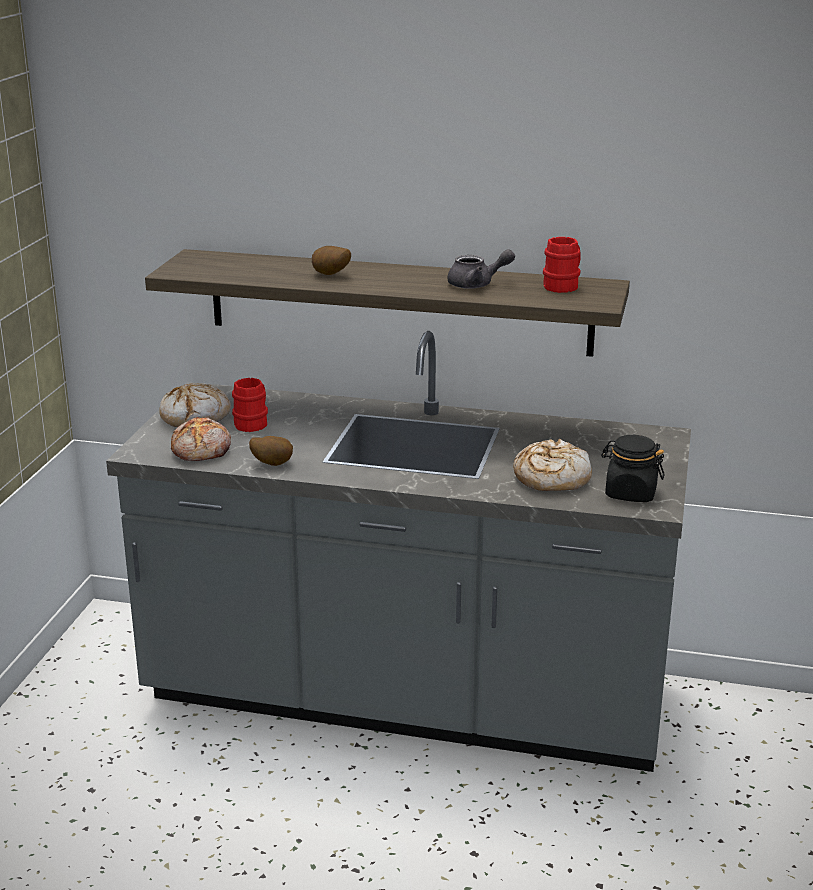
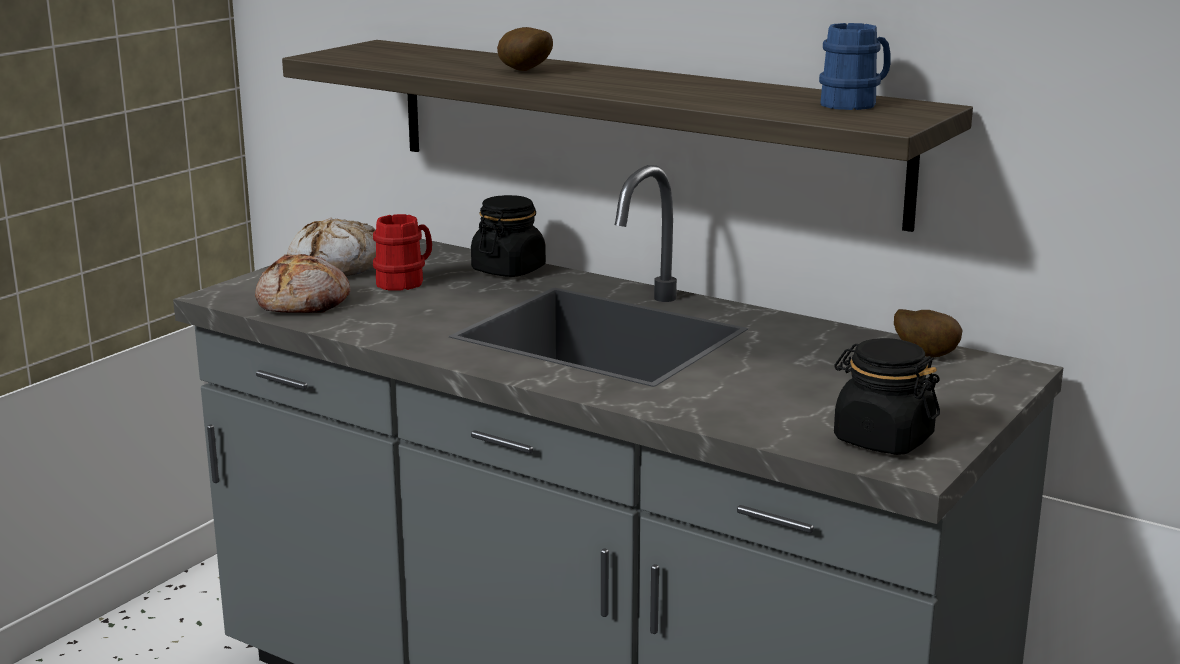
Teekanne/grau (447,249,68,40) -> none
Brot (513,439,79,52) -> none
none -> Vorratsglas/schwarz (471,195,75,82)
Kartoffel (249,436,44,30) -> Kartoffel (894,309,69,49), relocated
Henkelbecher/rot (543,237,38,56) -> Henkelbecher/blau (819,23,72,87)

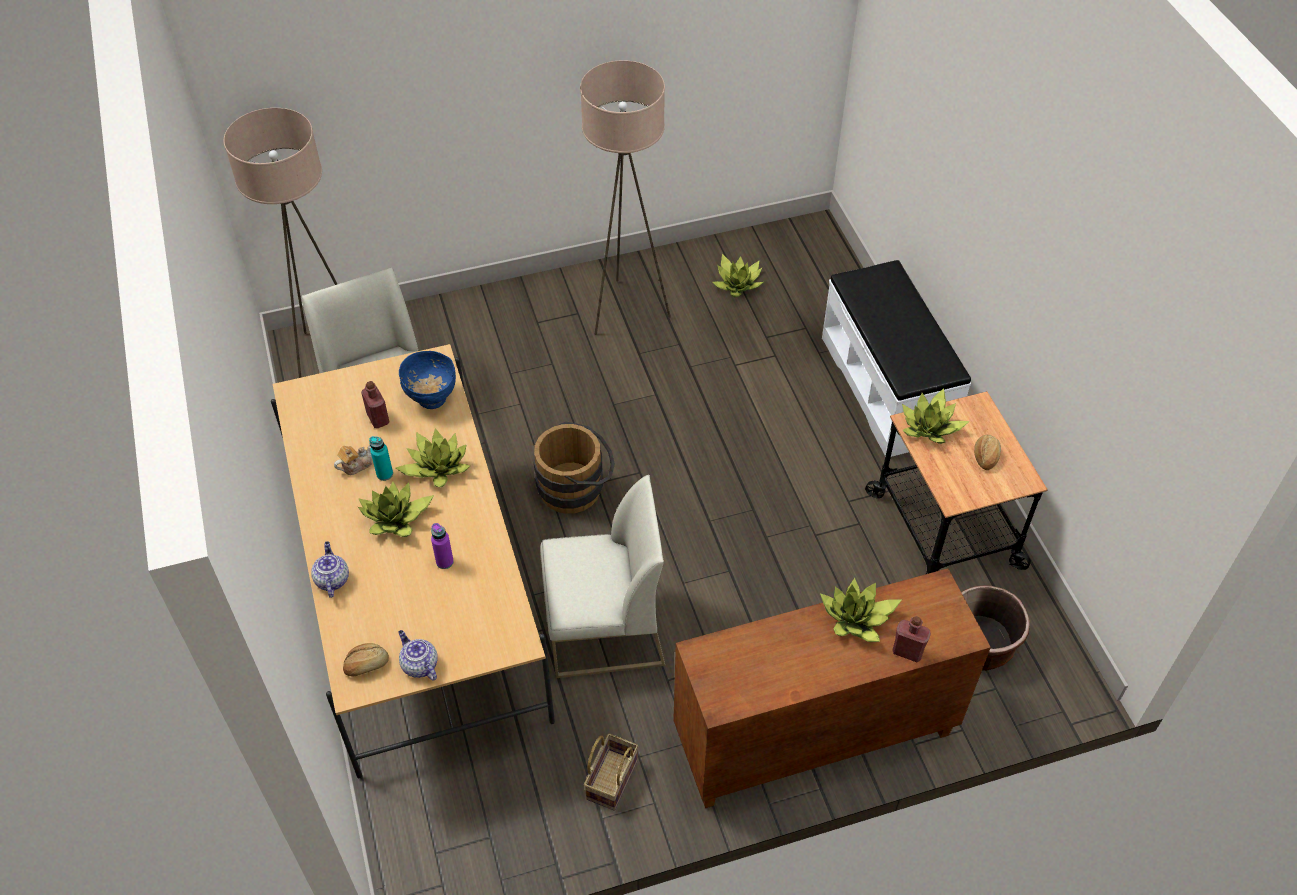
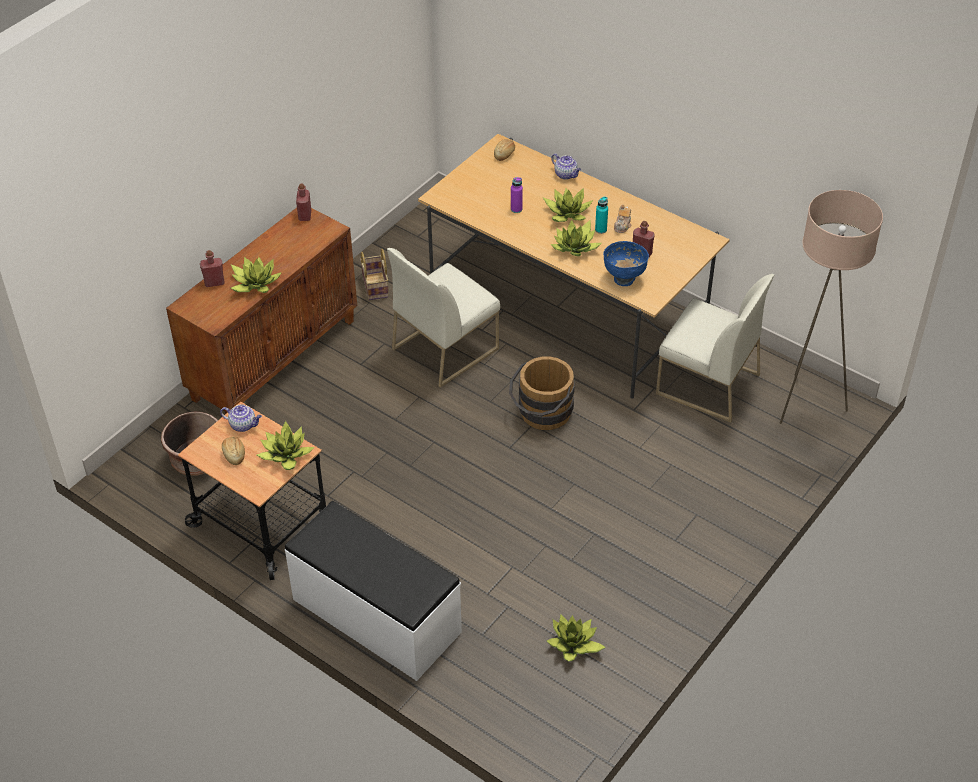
Stehlampe/beige (580,60,91,275) -> none
none -> Flasche/rot (296,184,15,37)
Teekanne (398,630,40,51) -> Teekanne (220,404,42,28), relocated

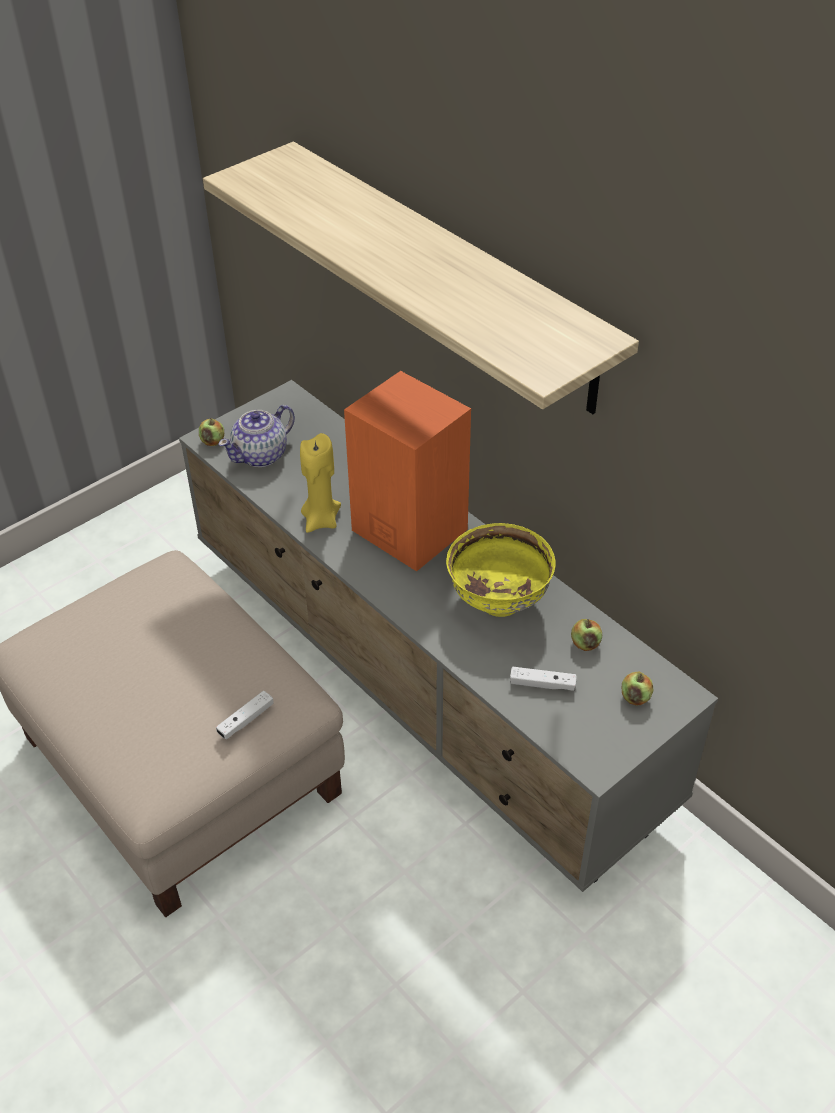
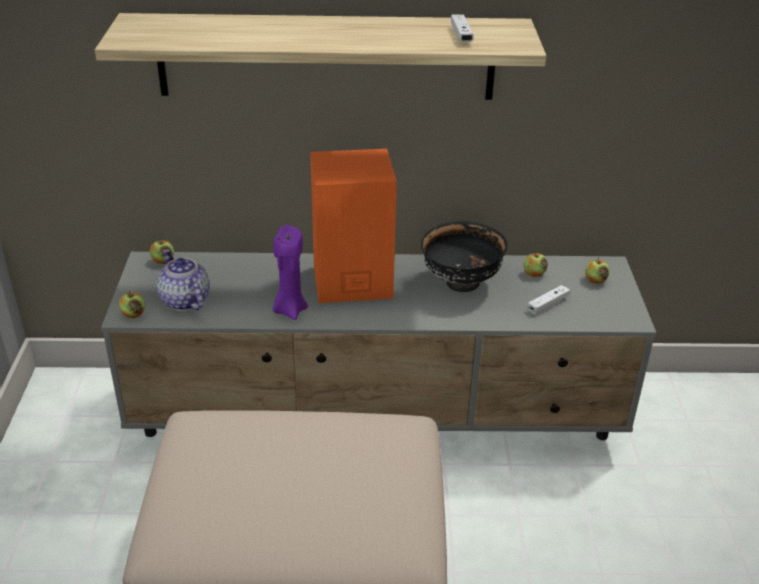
none -> Apfel (150,238,24,26)
Gamepad/weiß (216,691,58,48) -> Gamepad/weiß (451,14,23,28), relocated
Kerze/gelb (300,433,41,100) -> Kerze/lila (273,225,35,95)
Schüssel/gelb (446,523,110,94) -> Schüssel/schwarz (421,221,87,71)
Teekanne (219,405,76,62) -> Teekanne (156,249,54,62), 150 degrees clockwise

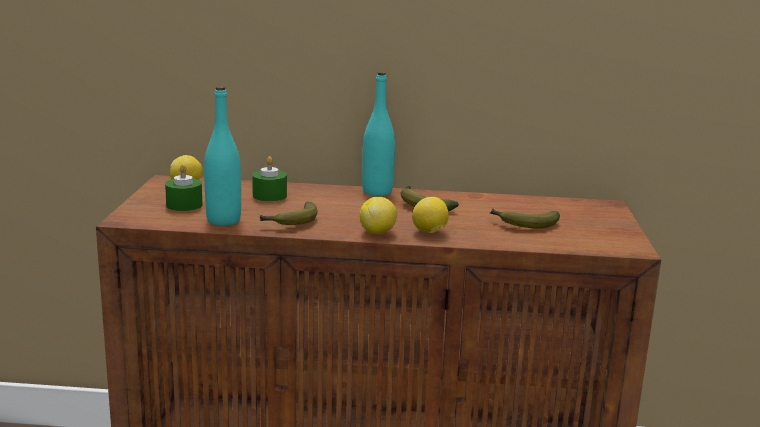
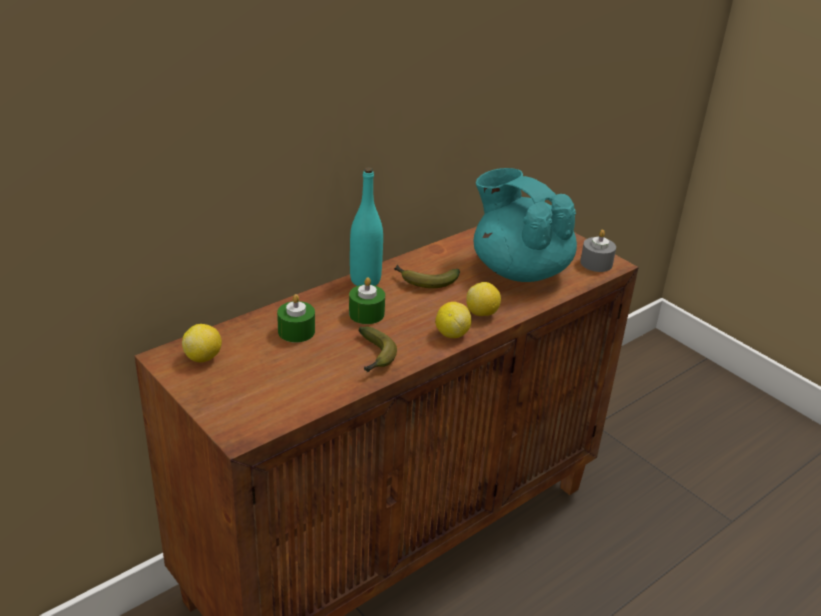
Flasche/türkis (204,86,37,140) -> none
none -> Kerze/grau (580,230,36,42)
Kerze/grün (165,164,38,47) -> Kerze/grün (349,277,36,47), relocated
Banane (490,209,70,19) -> Teekanne/türkis (474,168,103,114)

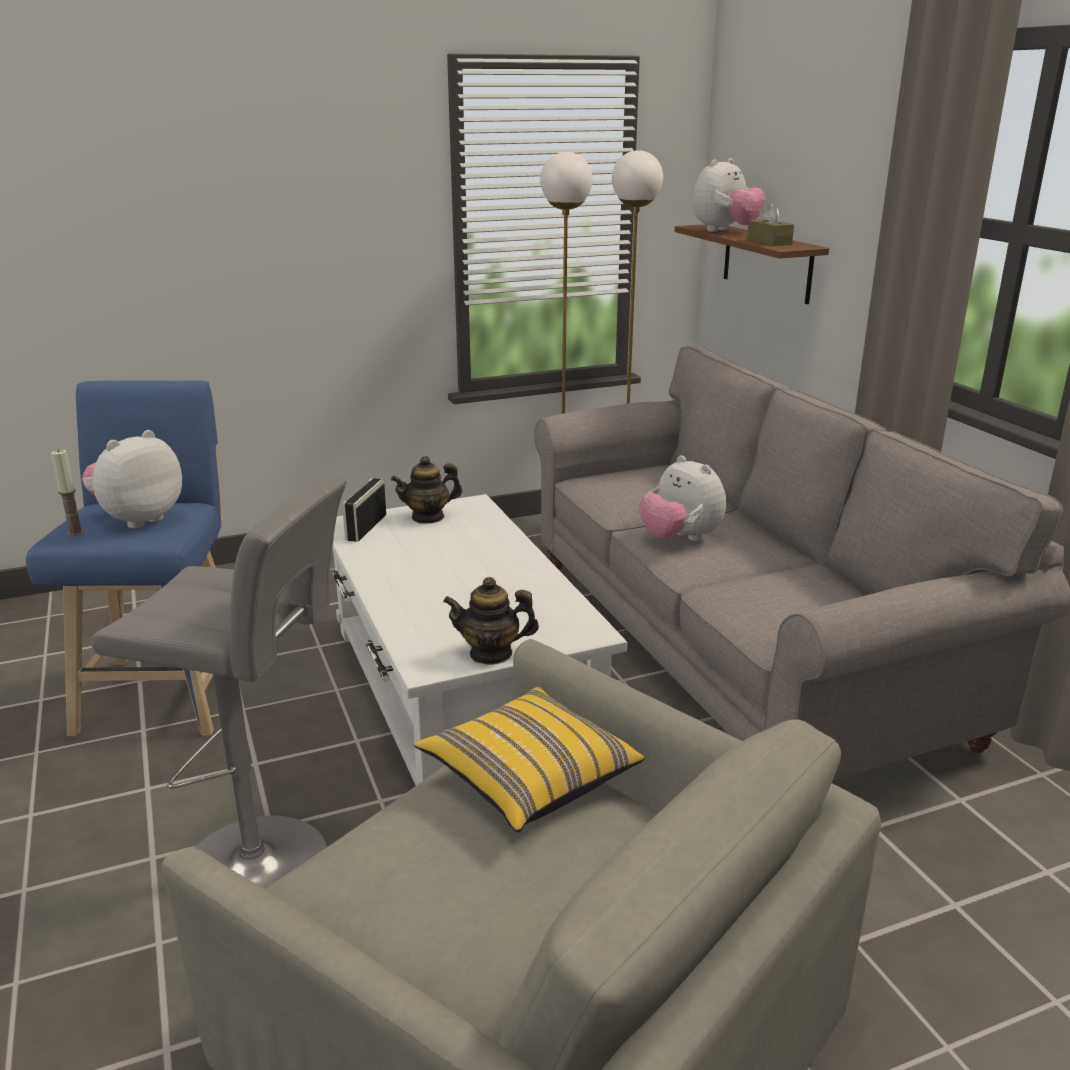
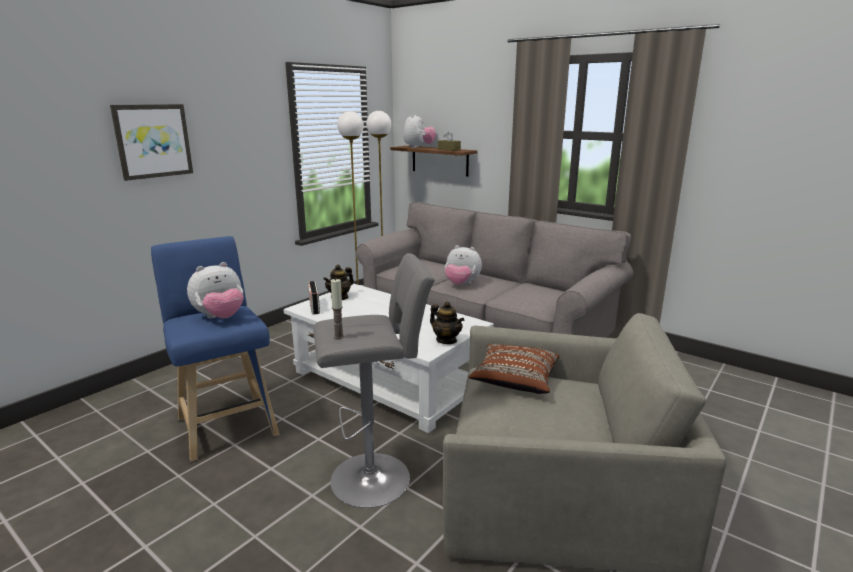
none -> Bild (110,104,83,77)
Kerze (51,449,33,87) -> Kerze (331,278,13,61), relocated
Kissen/gelb (414,687,231,145) -> Kissen/braun (468,344,91,50)
Plüschtier (82,430,100,99) -> Plüschtier (187,262,56,56), 135 degrees counterclockwise
Teekanne (443,577,96,88) -> Teekanne (430,302,34,42), 105 degrees counterclockwise

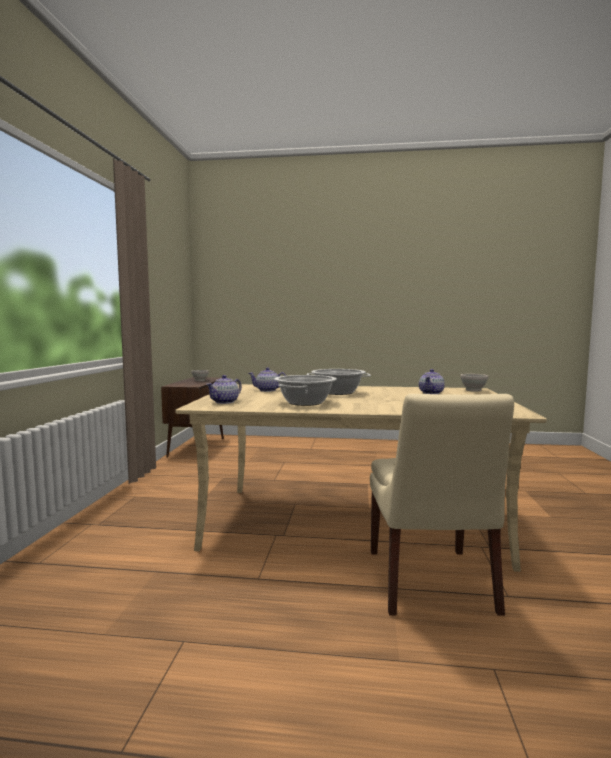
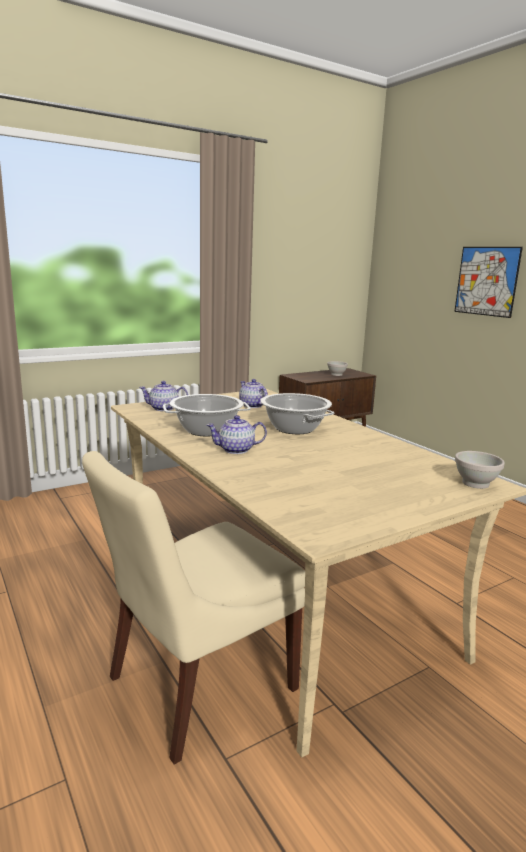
none -> Bild (454,247,69,71)
Teekanne (419,369,26,25) -> Teekanne (206,415,61,39), relocated

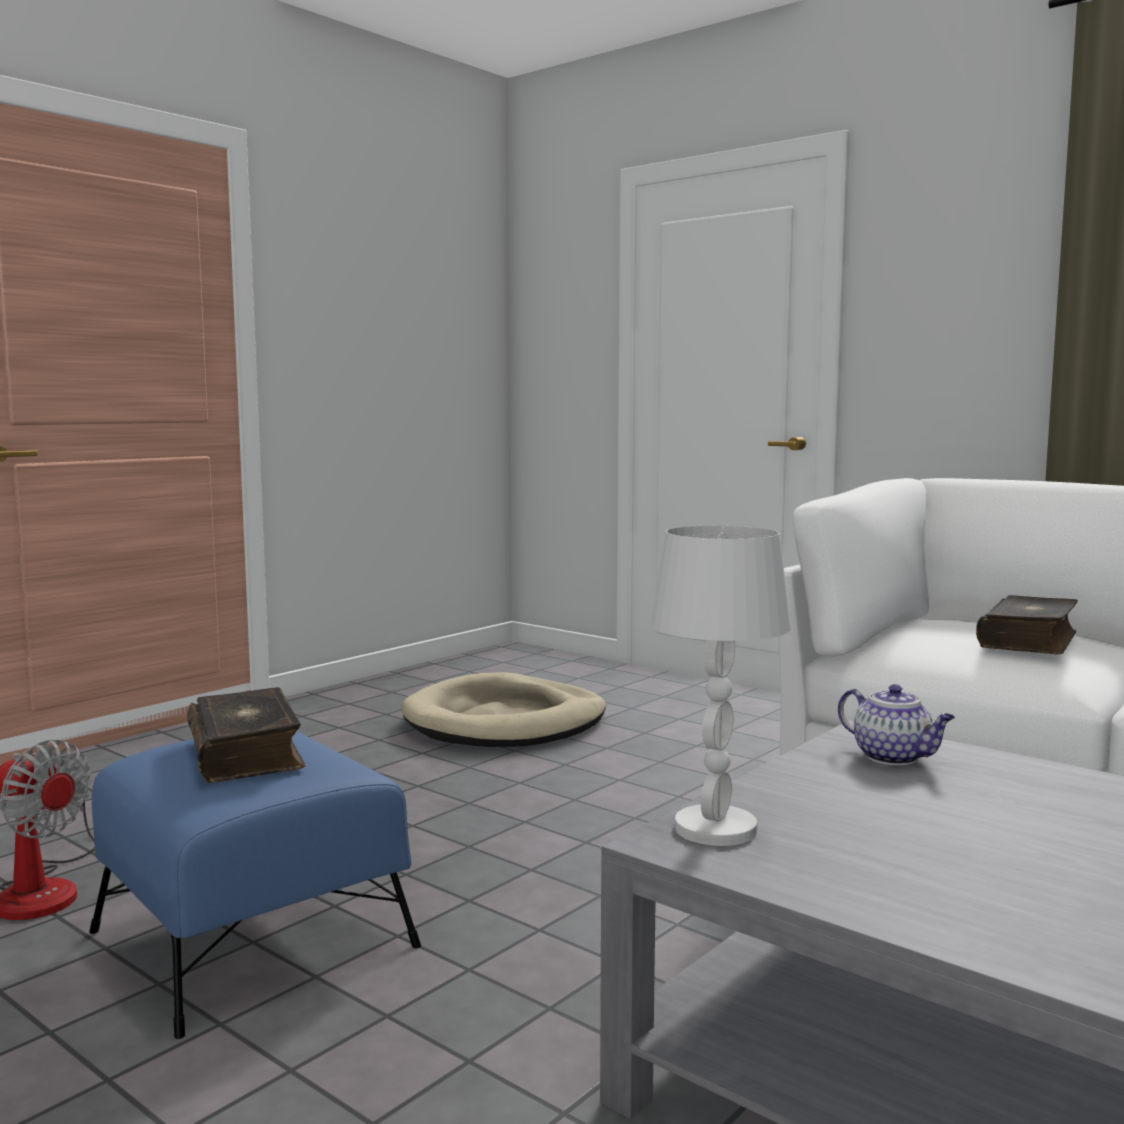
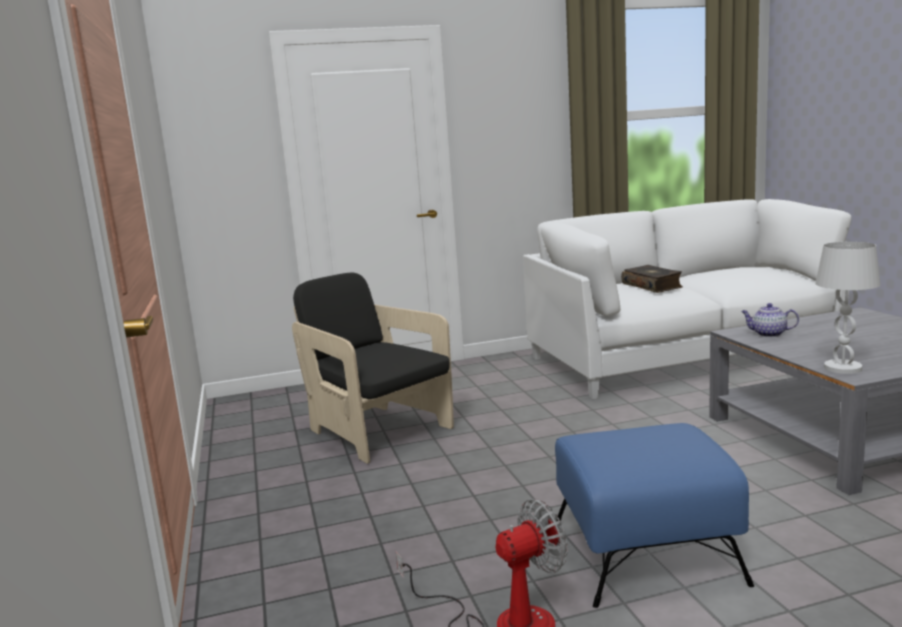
Buch (187,687,119,96) -> none
Hundebett/beige (401,672,205,75) -> Sessel/schwarz (292,273,162,191)
Teekanne (838,684,117,81) -> Teekanne (741,303,58,34), 150 degrees counterclockwise

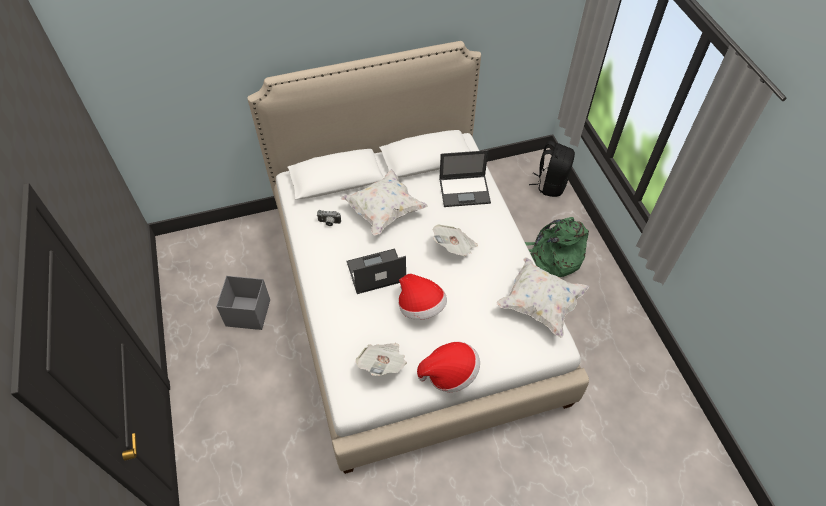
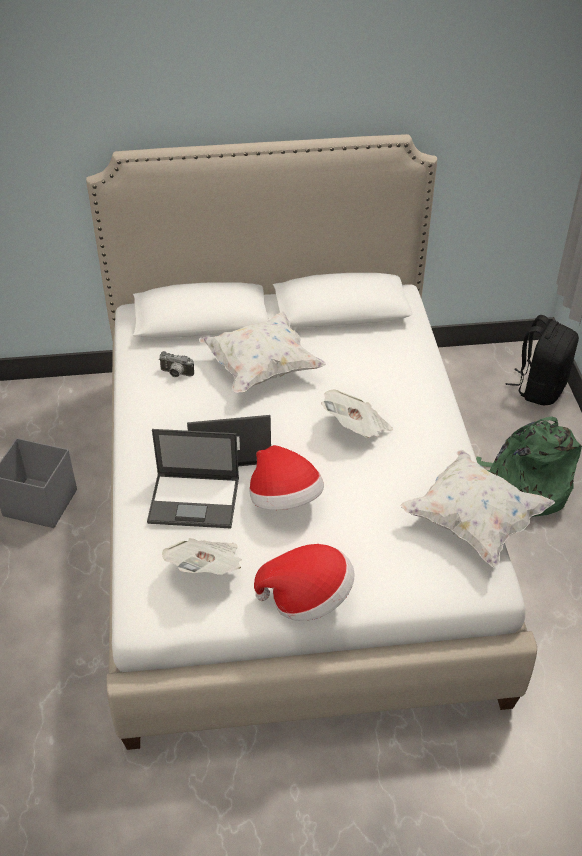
Laptop (439,150,52,57) -> Laptop (147,429,92,99), relocated

